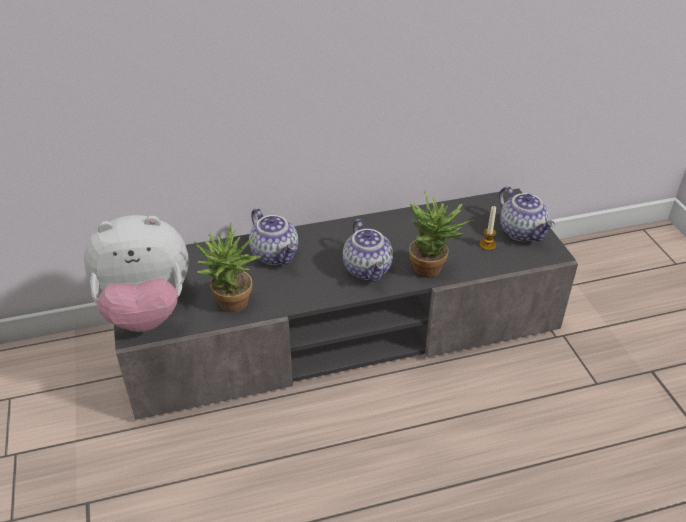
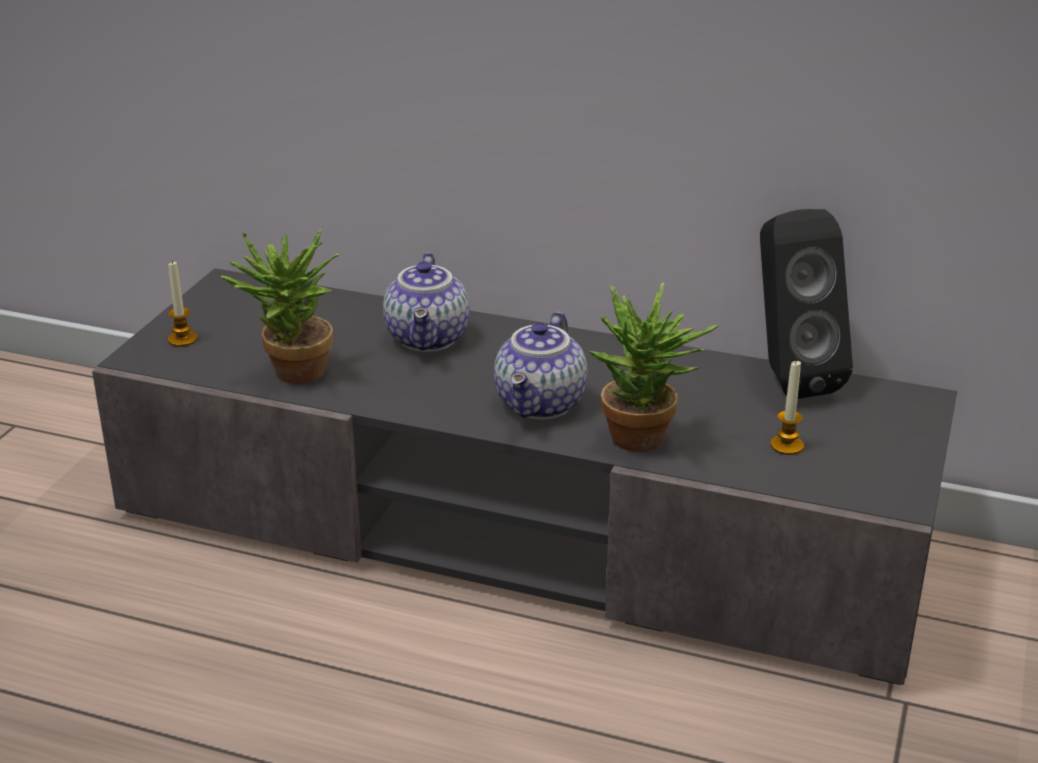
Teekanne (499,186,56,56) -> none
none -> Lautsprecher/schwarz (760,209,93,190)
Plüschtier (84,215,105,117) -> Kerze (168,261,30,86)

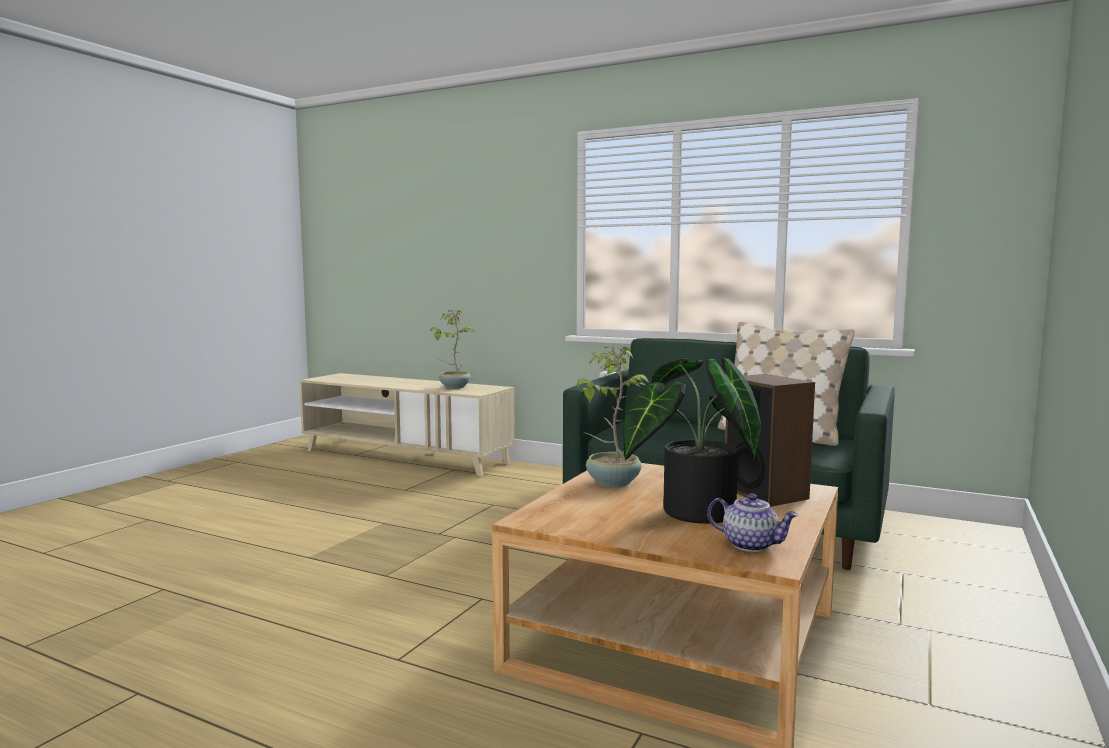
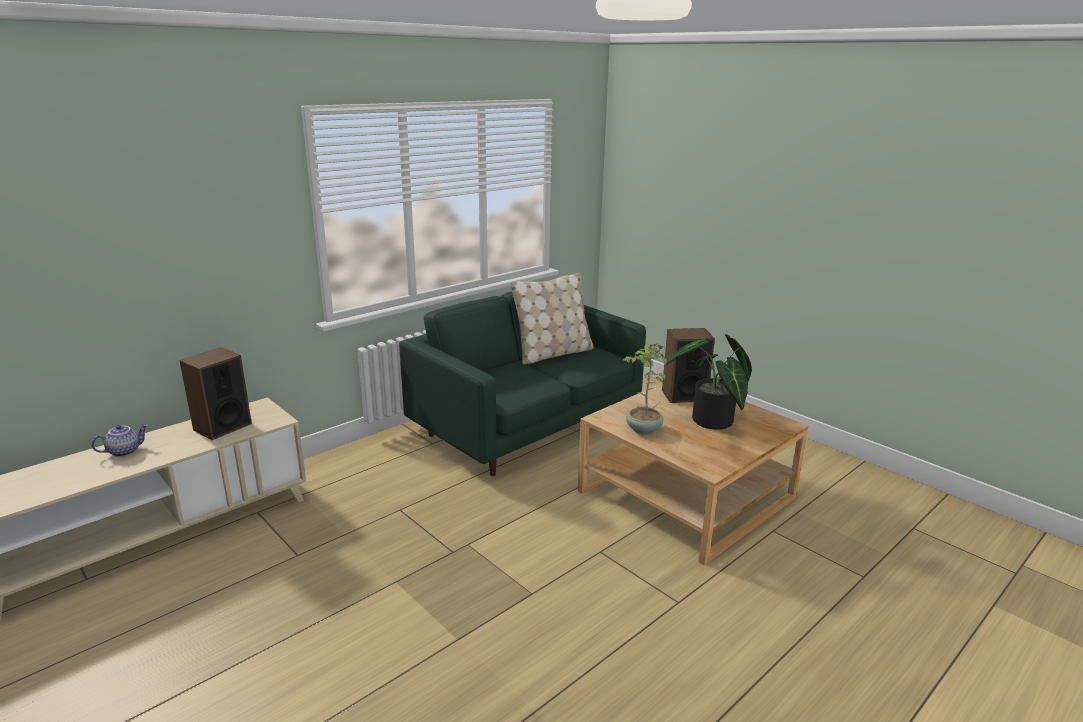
Teekanne (707,493,92,59) -> Teekanne (92,424,56,33), relocated
Topfpflanze (430,310,43,79) -> Lautsprecher (179,347,73,93)

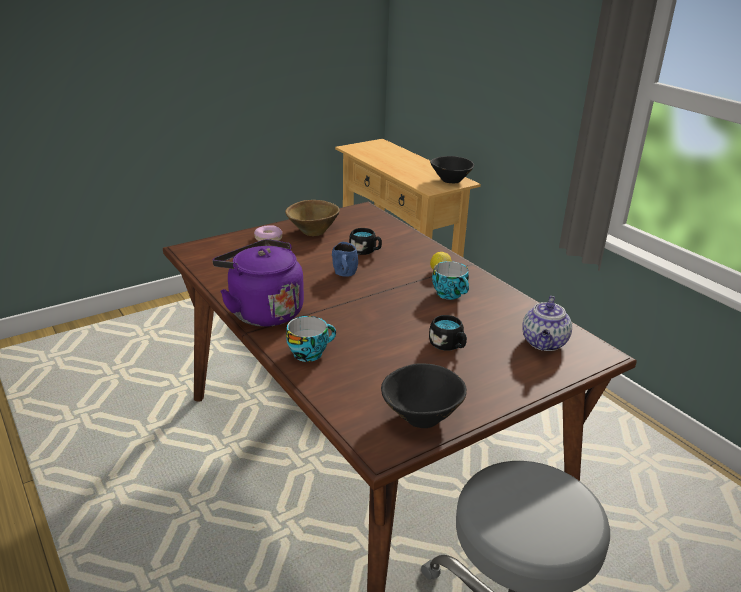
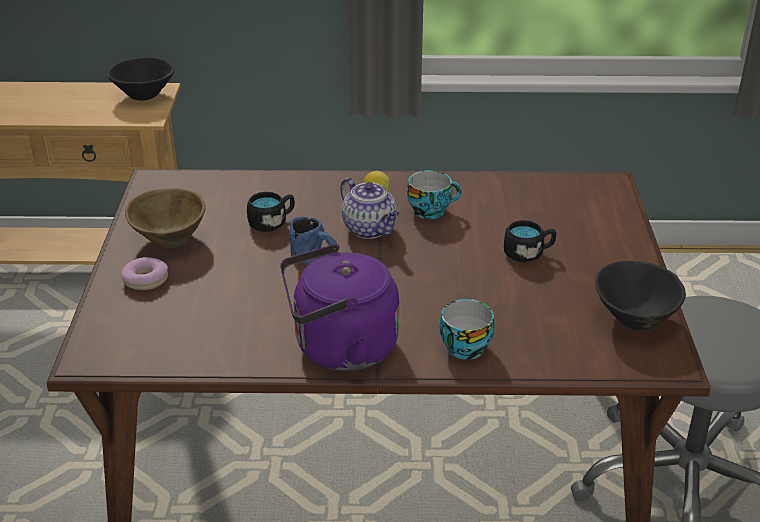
Teekanne (522,296,50,55) -> Teekanne (340,178,59,61), relocated

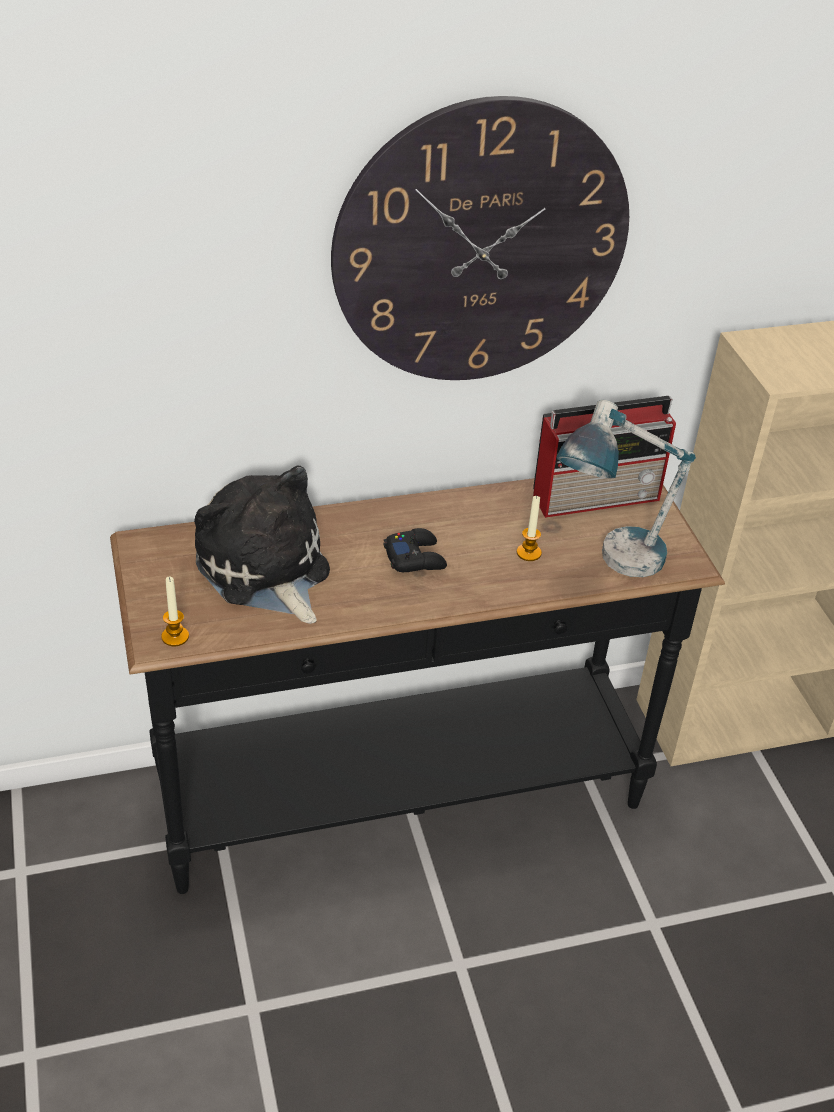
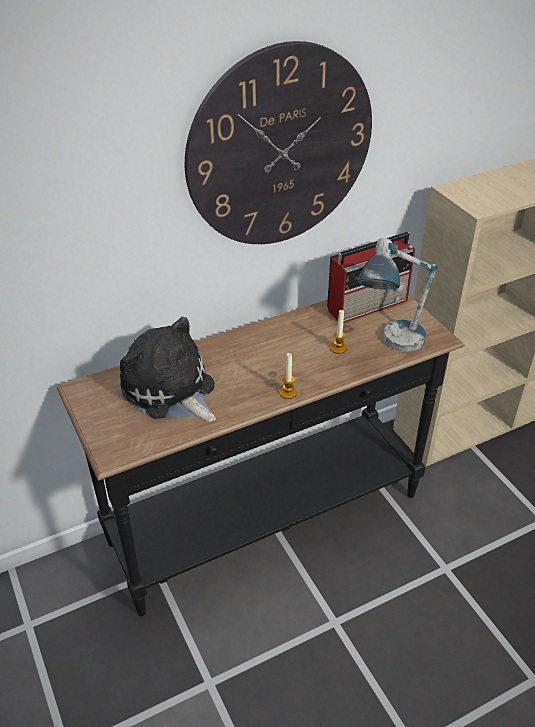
Gamepad/schwarz (383,528,64,44) -> none
Kerze (161,577,28,70) -> Kerze (279,353,18,46), relocated

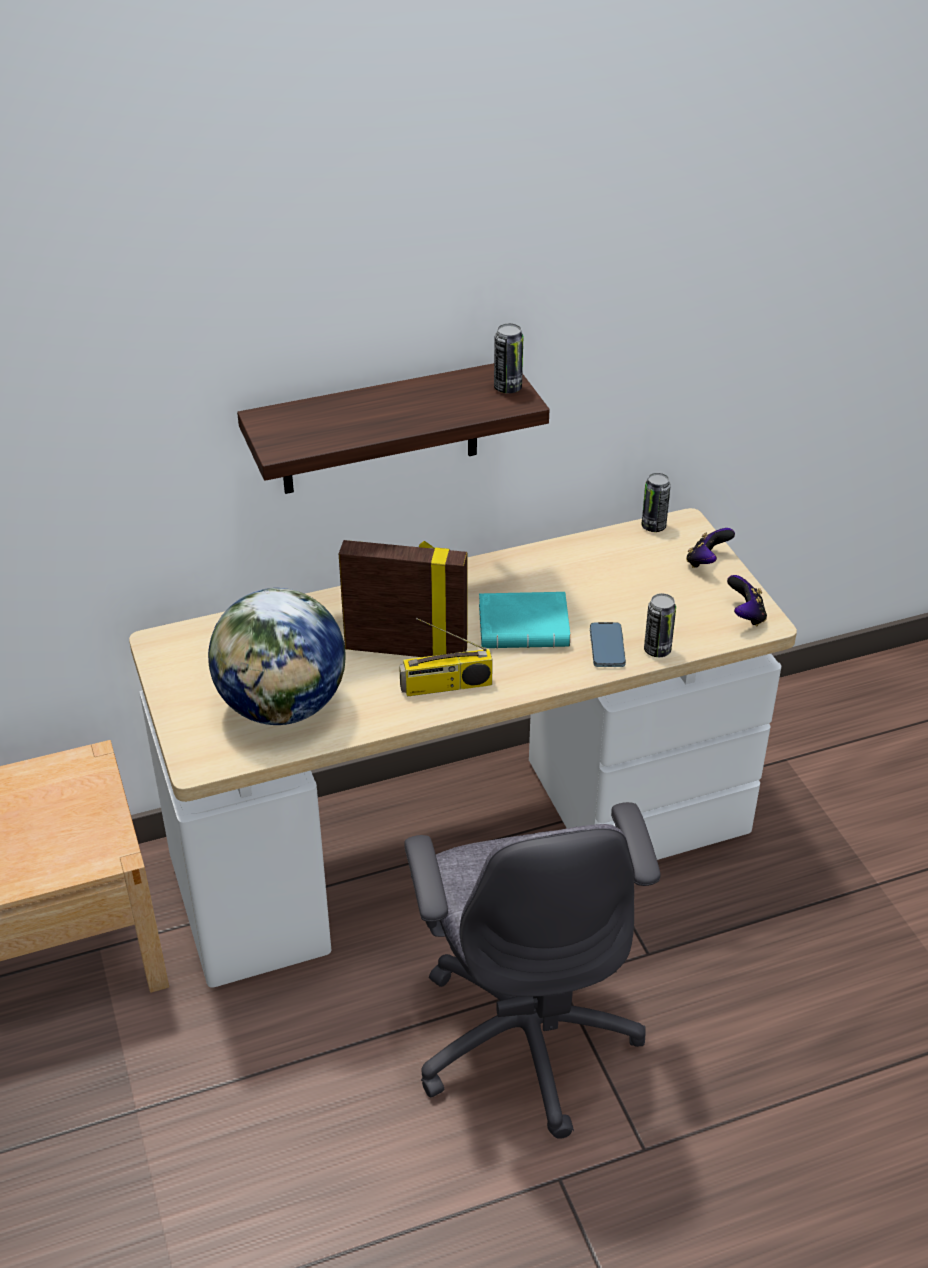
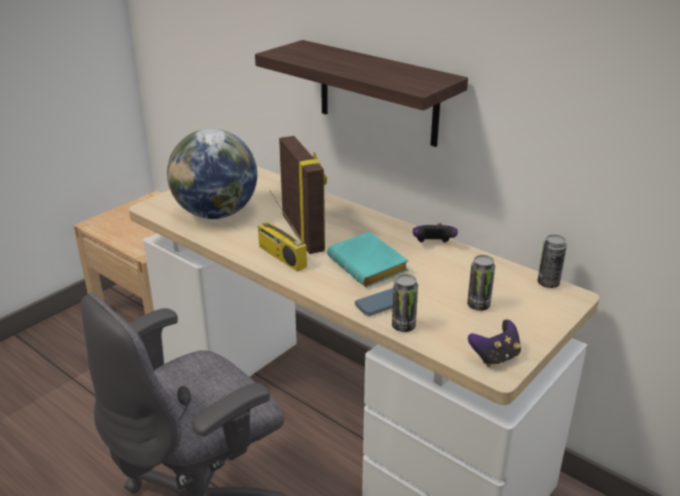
Dose (494,323,29,70) -> Dose (467,255,28,56), relocated
Gamepad (686,528,49,40) -> Gamepad (413,223,45,19), relocated

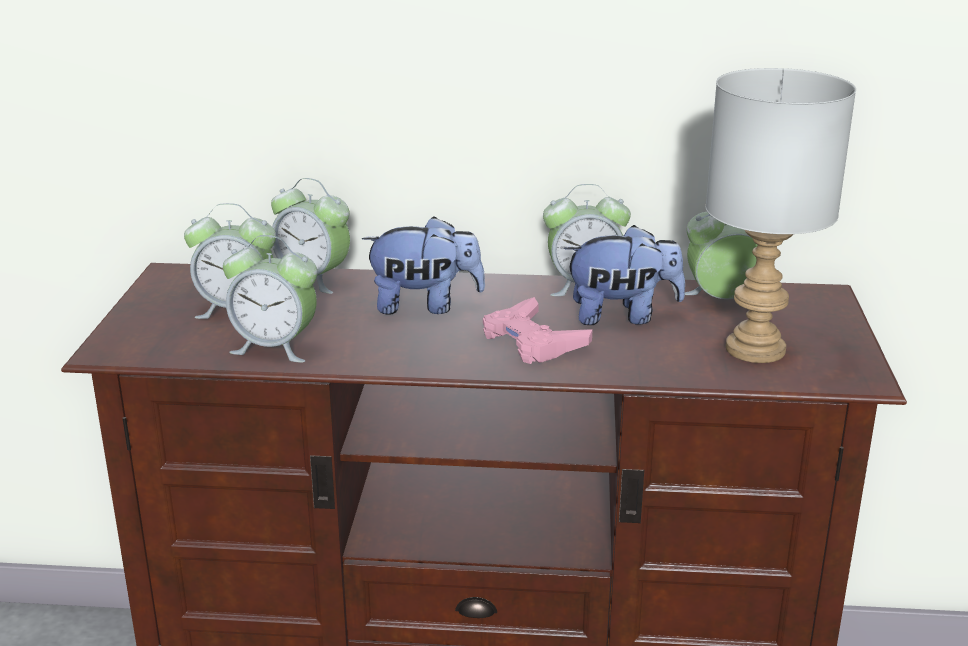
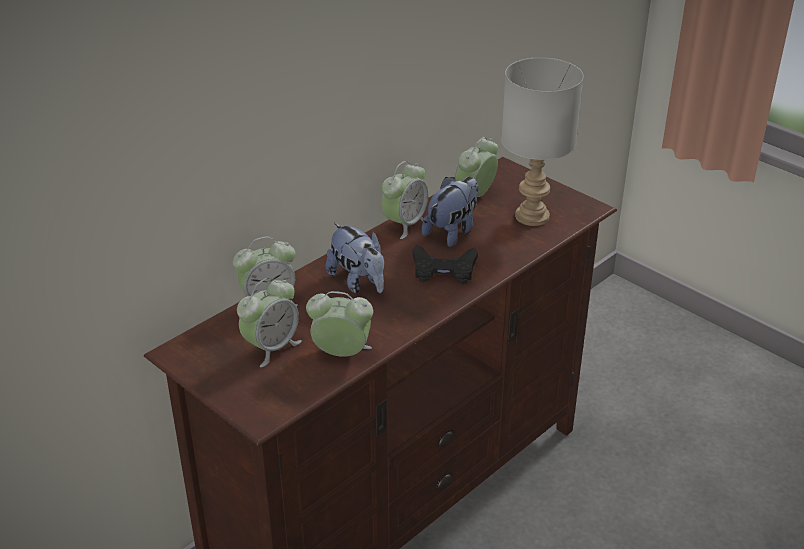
Gamepad/rosa (483,297,110,67) -> Gamepad/schwarz (412,245,66,39)
Wecker (223,235,94,128) -> Wecker (306,291,67,66), 135 degrees counterclockwise
Plüschtier (362,216,123,99) -> Plüschtier (326,223,58,70), 105 degrees clockwise

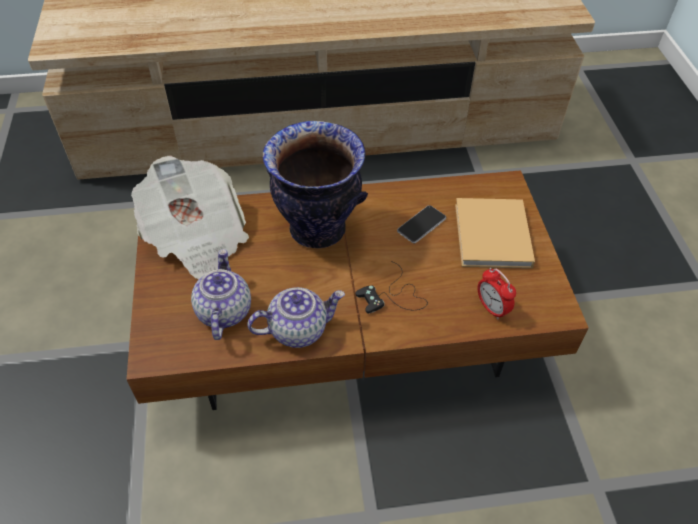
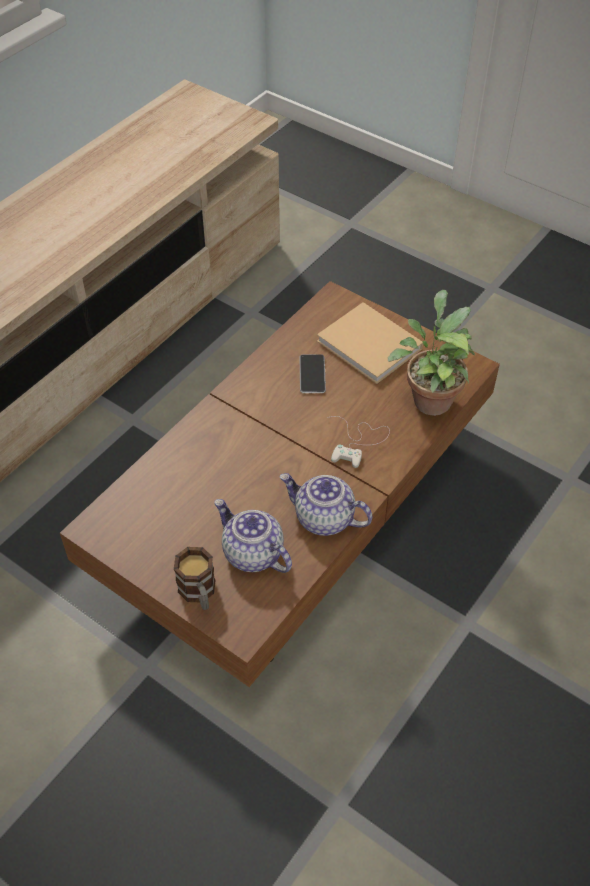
Zeitung (131,156,118,123) -> none
Vase (263,121,105,128) -> none
none -> Henkelbecher (174,547,42,63)
Wecker (477,268,39,52) -> Topfpflanze (388,290,87,126)
Gamepad/schwarz (355,261,73,53) -> Gamepad/weiß (327,416,63,52)
Teekanne (247,287,98,61) -> Teekanne (279,473,93,63), 90 degrees counterclockwise

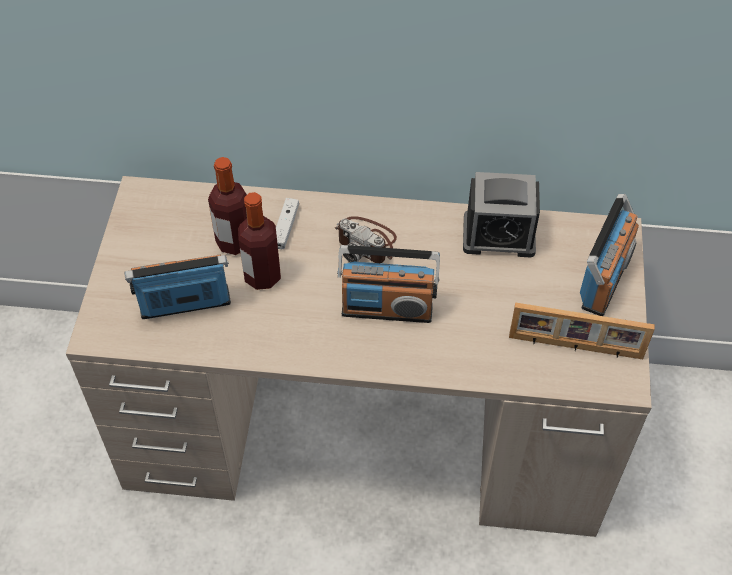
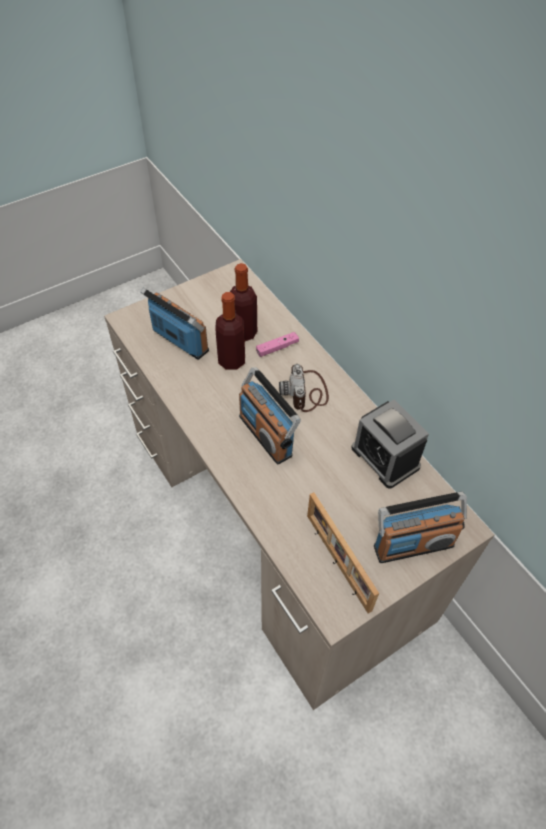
Gamepad/weiß (276,198,23,51) -> Gamepad/rosa (256,332,43,25)

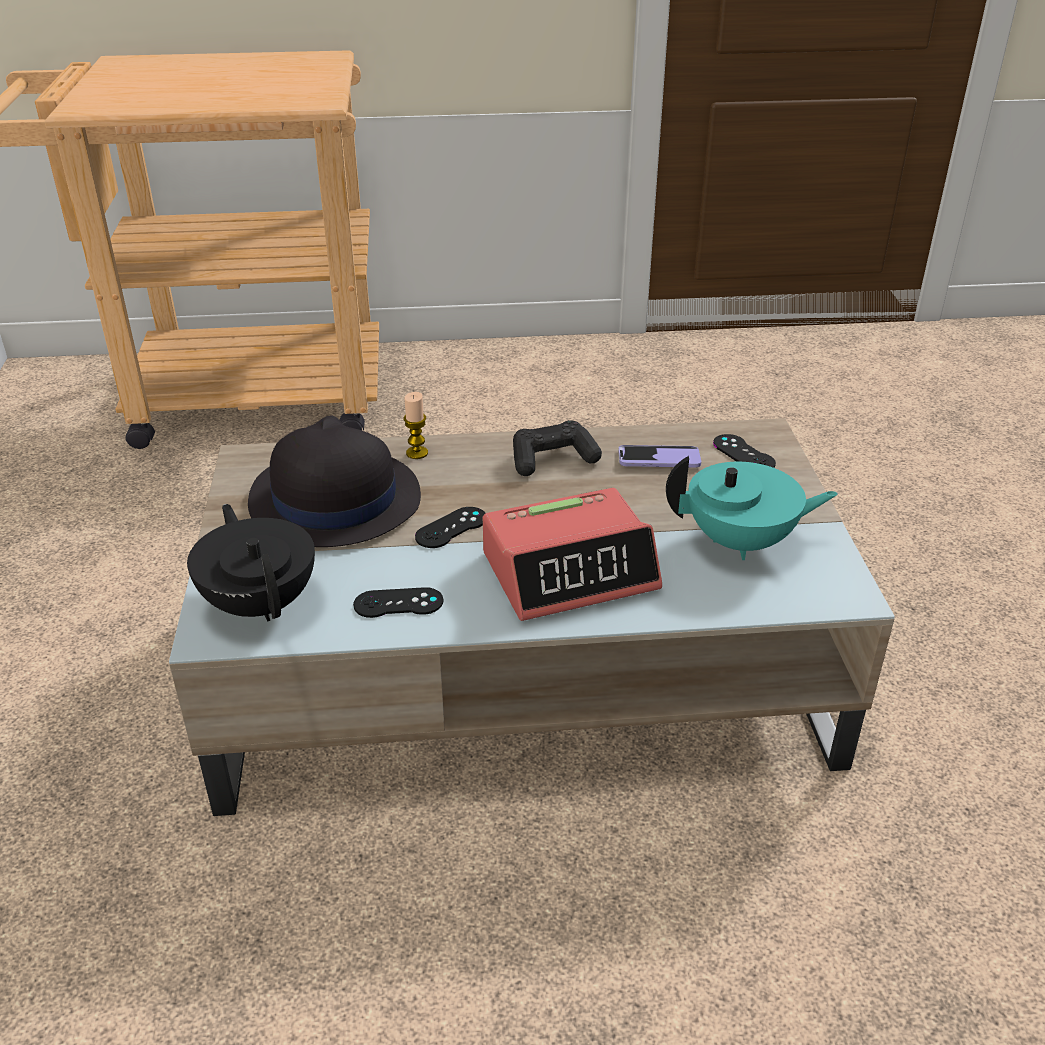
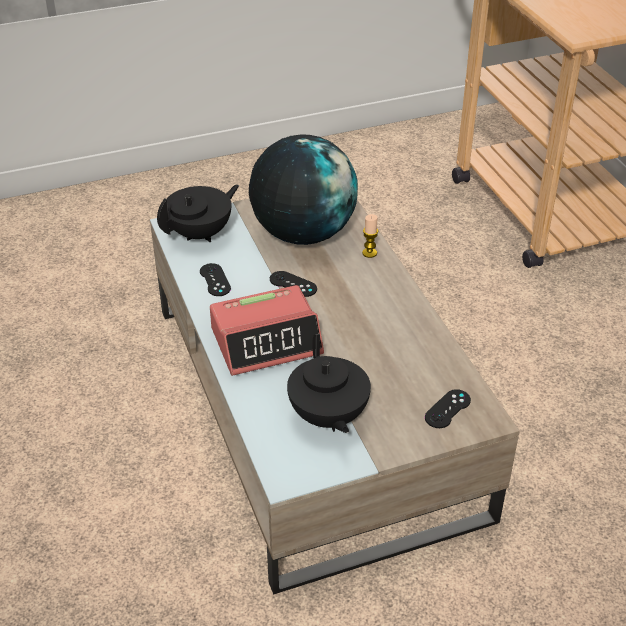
Gamepad/schwarz (513,420,89,56) -> none
Handy (618,445,83,23) -> none
Hut/schwarz (248,415,173,132) -> Globus (249,134,109,111)
Teekanne/türkis (666,456,172,104) -> Teekanne/schwarz (287,334,84,99)
Wecker (483,488,179,133) -> Wecker (210,285,114,91), 75 degrees counterclockwise

